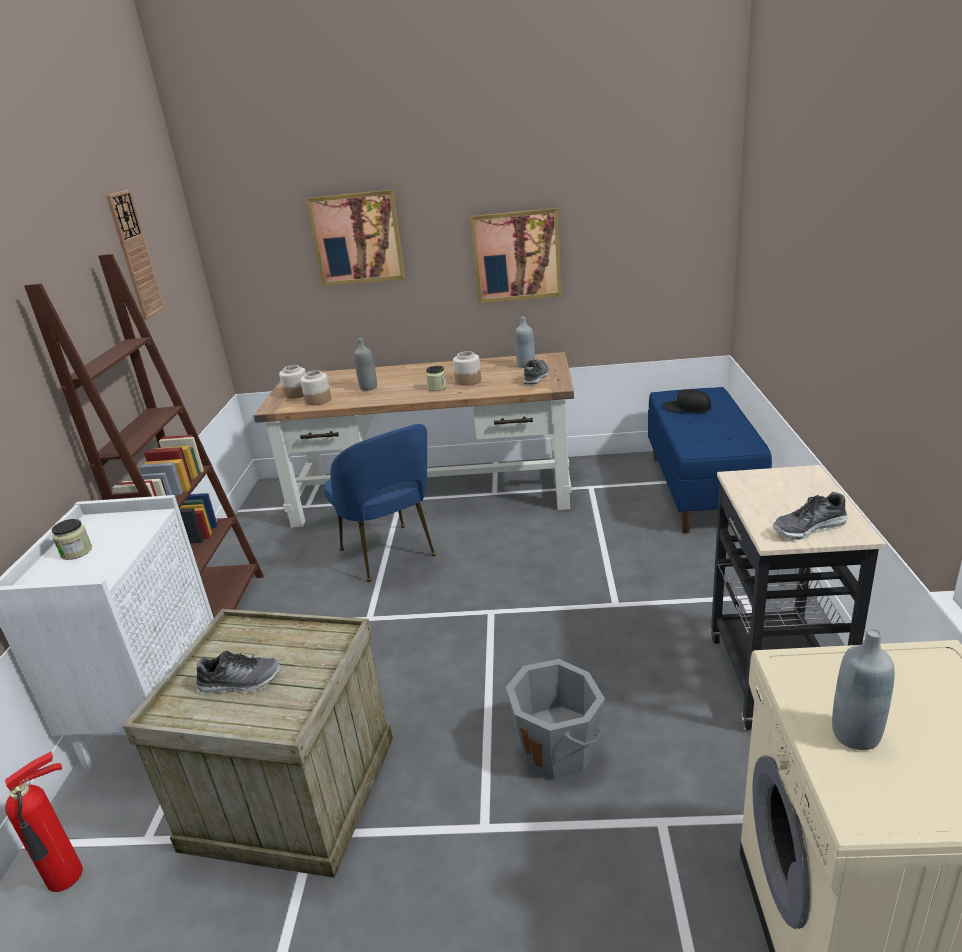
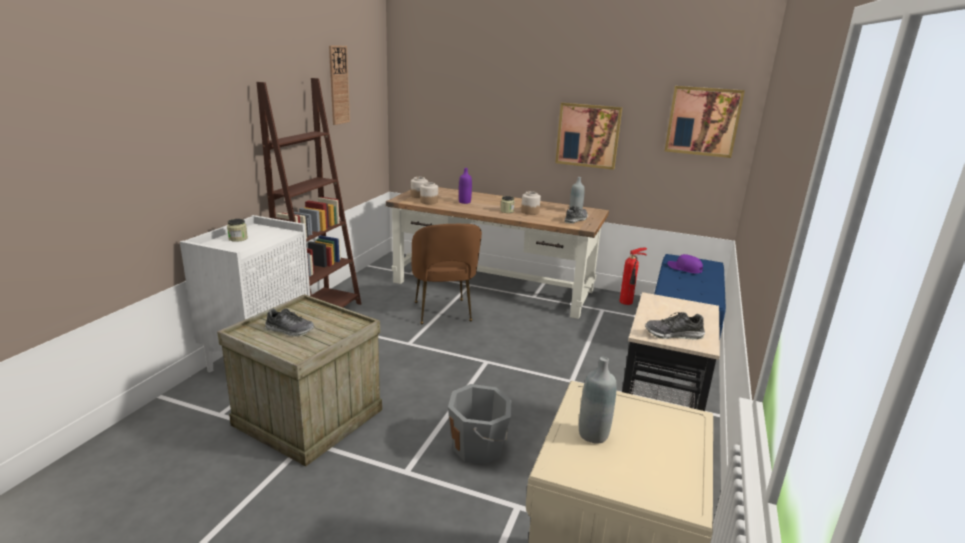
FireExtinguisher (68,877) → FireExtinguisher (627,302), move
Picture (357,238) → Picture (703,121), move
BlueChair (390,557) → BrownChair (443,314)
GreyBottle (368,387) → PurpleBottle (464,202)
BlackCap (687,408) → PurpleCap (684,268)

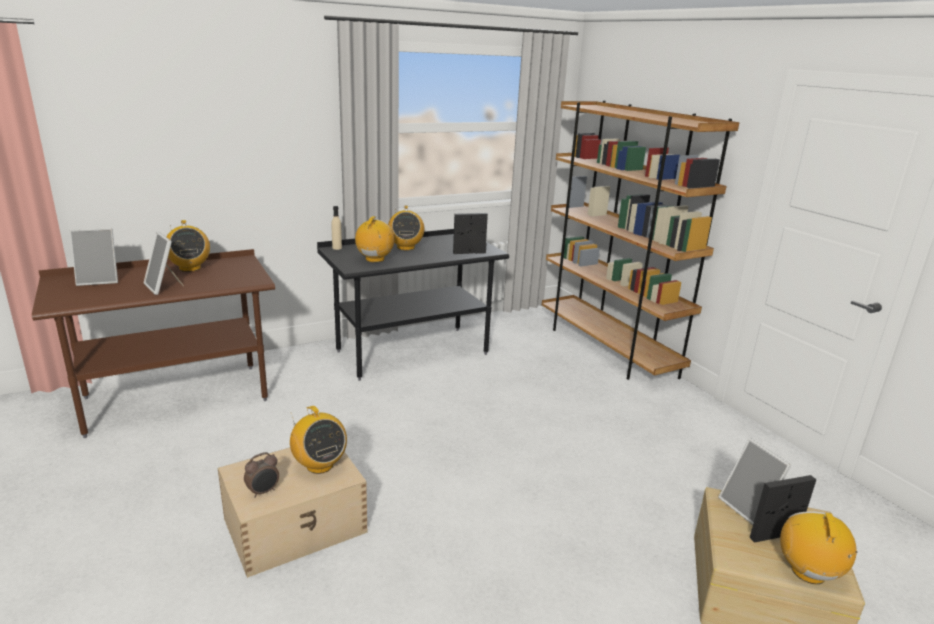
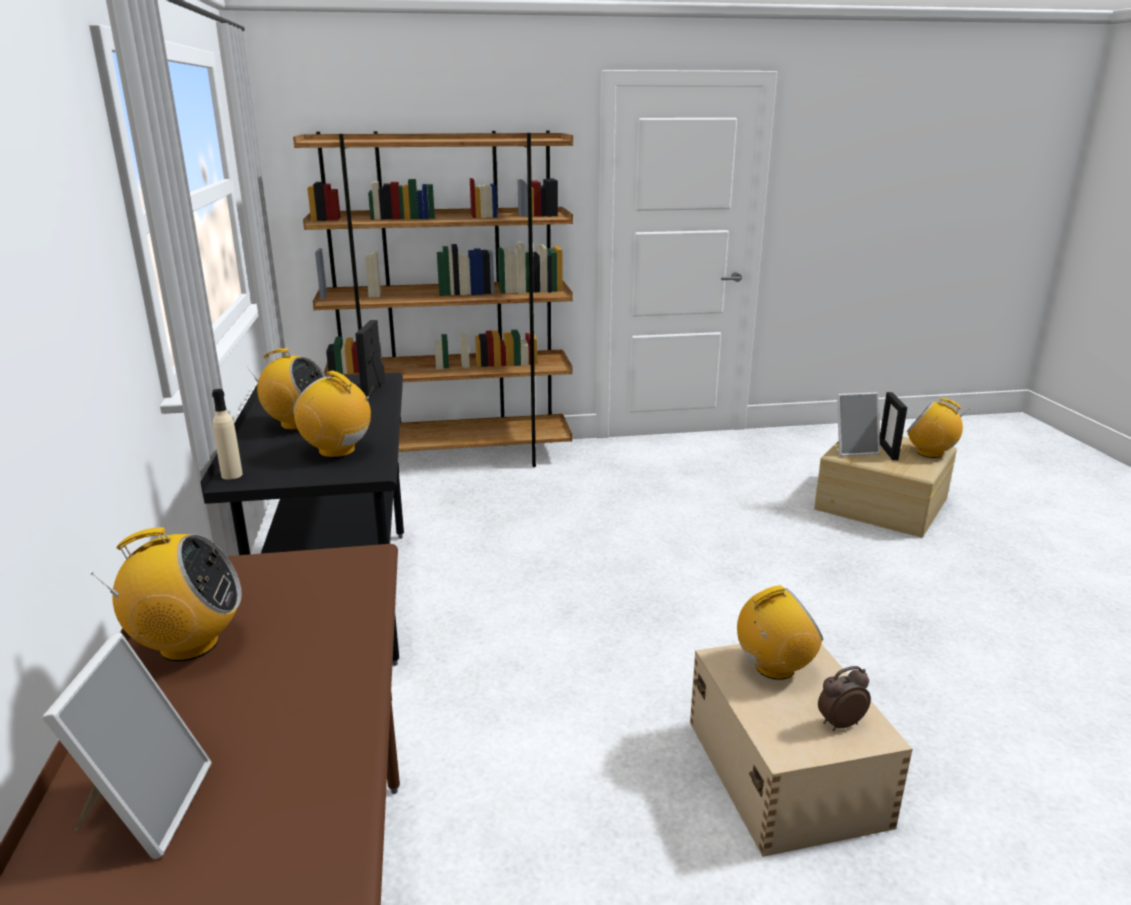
PictureFrame (164,287) → -
AlarmClock (263,492) → AlarmClock (839,723), 90 degrees counterclockwise

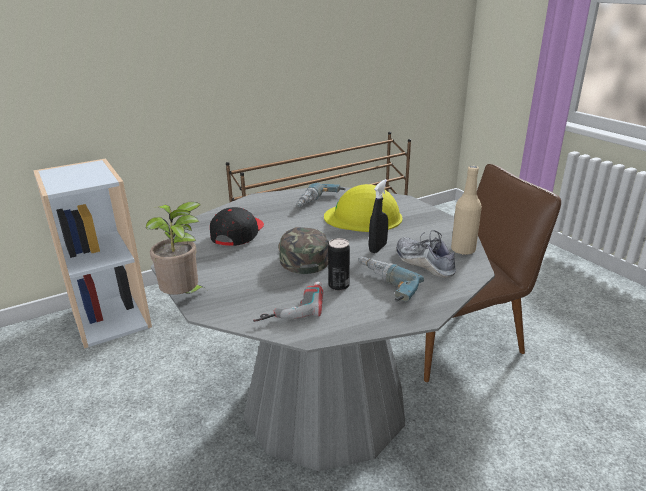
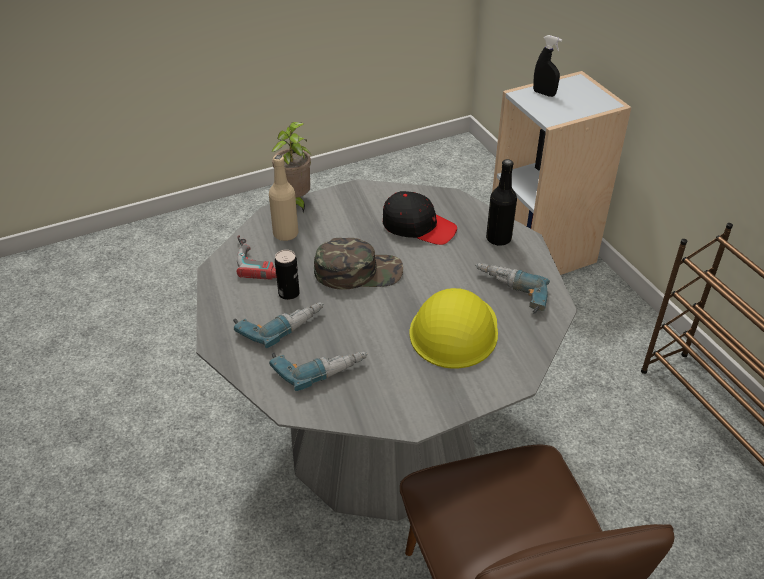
BlackSprayBottle (377,248) → BlackSprayBottle (544,93), move
Shoe (424,263) → PowerDrill (318,365)
BeigeBottle (463,250) → BeigeBottle (285,234), move
- → BlackBottle (498,239)

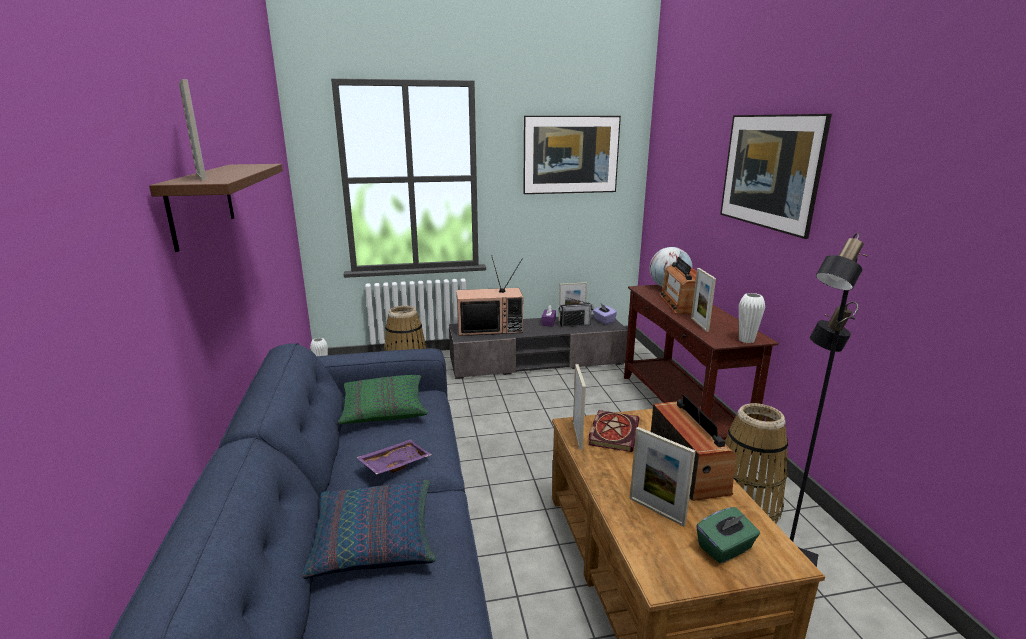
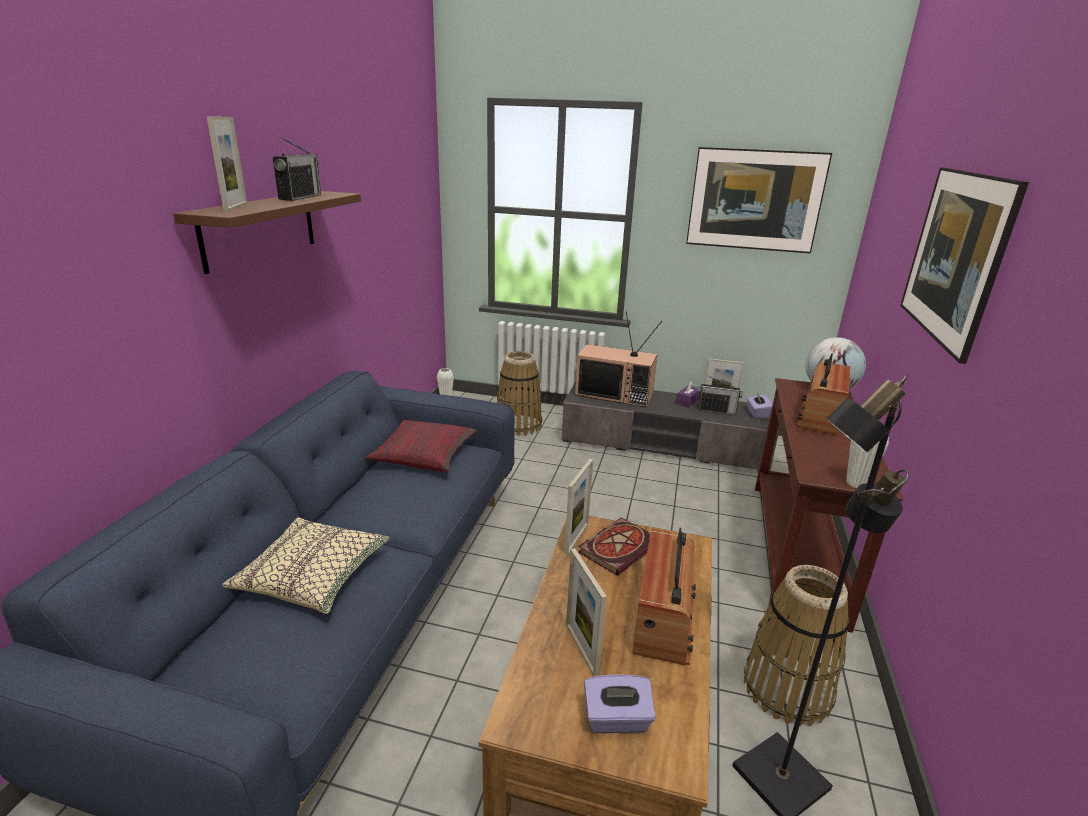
BluePillow (374,539) → BeigePillow (312,575)
GreenPillow (384,409) → RedPillow (424,455)
PurpleTray (394,463) → -
PictureFrame (699,324) → -
GreenTissueBox (725,548) → PurpleTissueBox (616,720)
- → Radio (300,197)

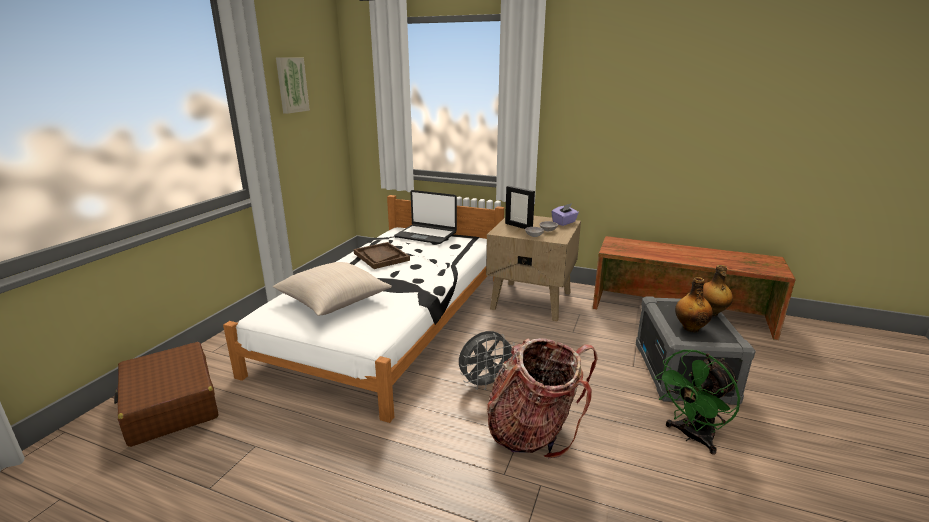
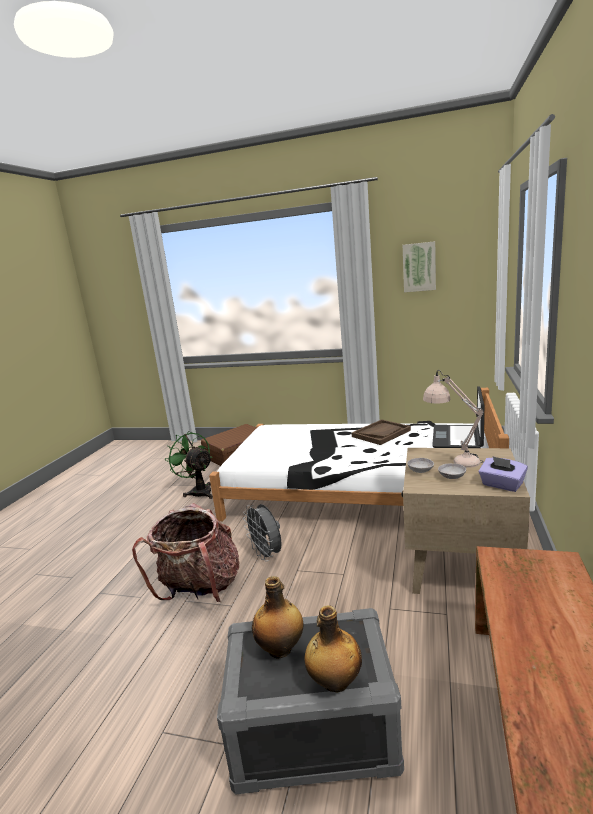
BeigePillow (334,301) → -
PictureFrame (519,226) → BeigeTableLamp (453,459)
GreenFan (691,437) → GreenFan (198,491), move

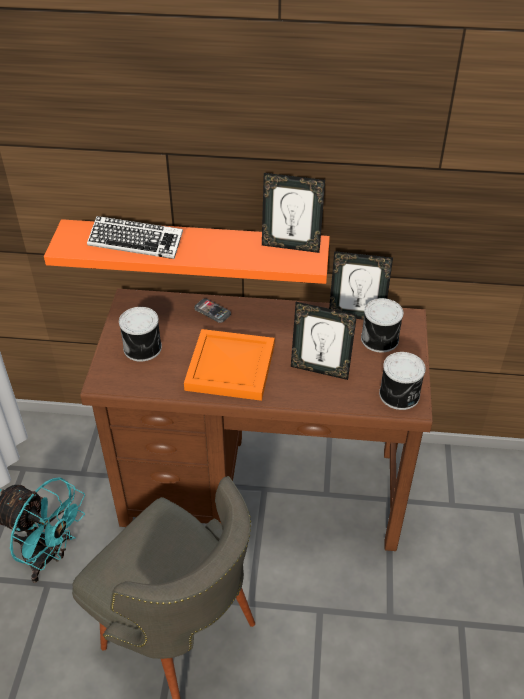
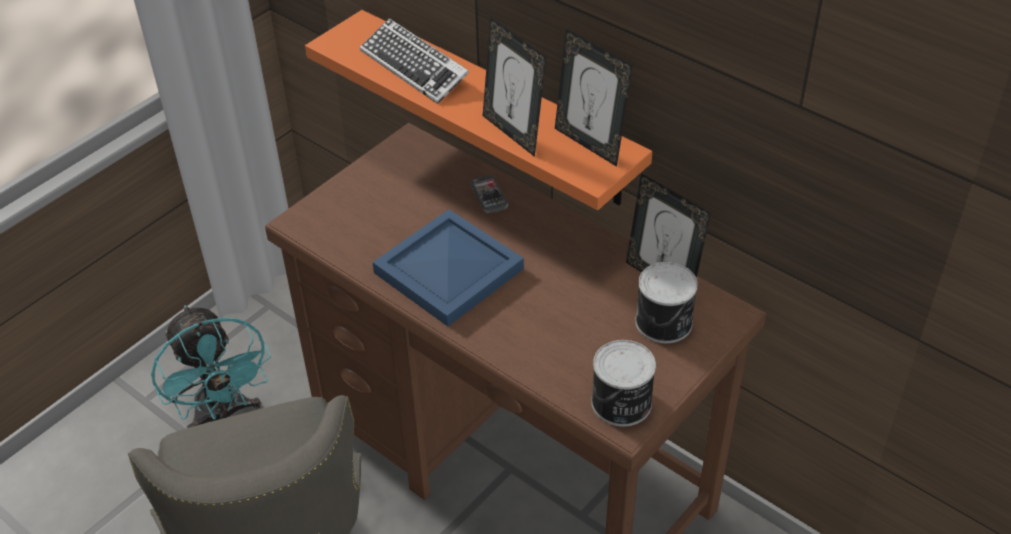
Can (143,347) → -
OrangeTray (232,366) → BlueTray (451,271)
PictureFrame (320,369) → PictureFrame (513,133), move

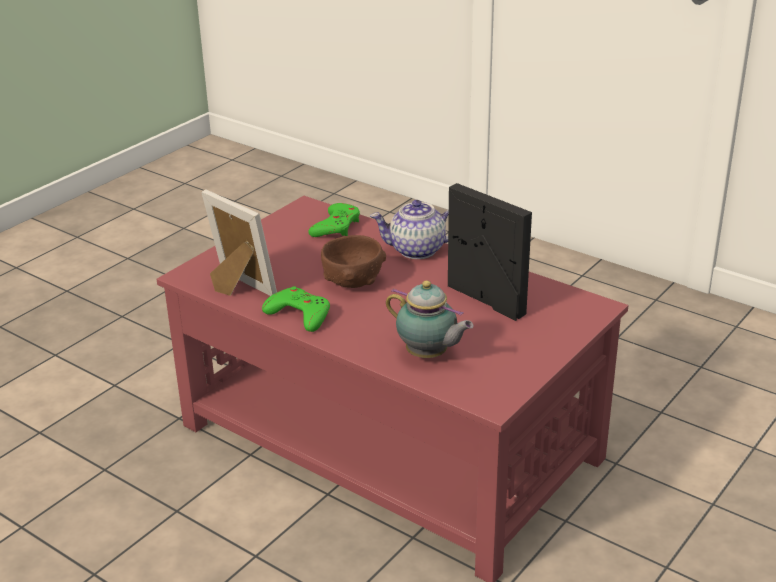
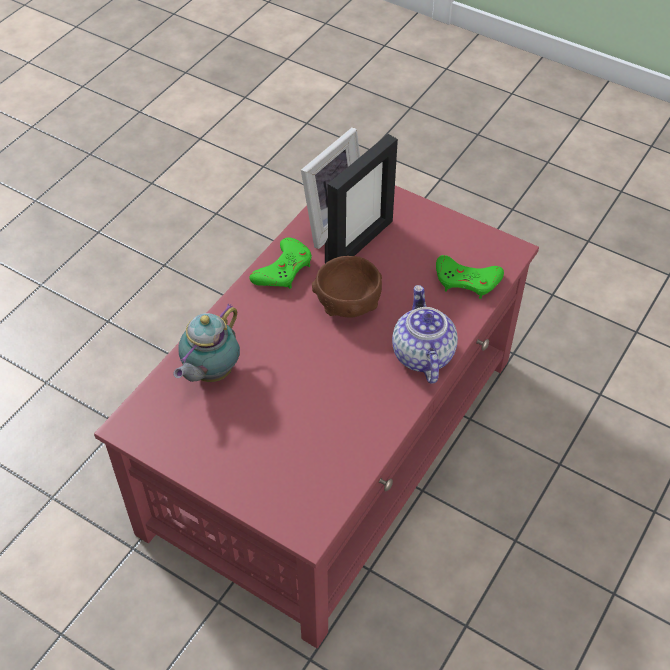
PictureFrame (484,300) → PictureFrame (359,242), move

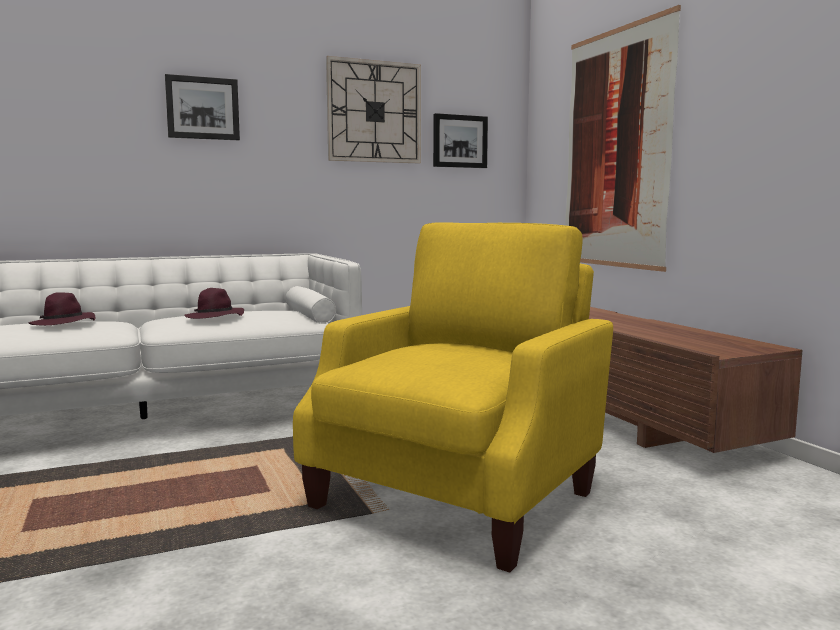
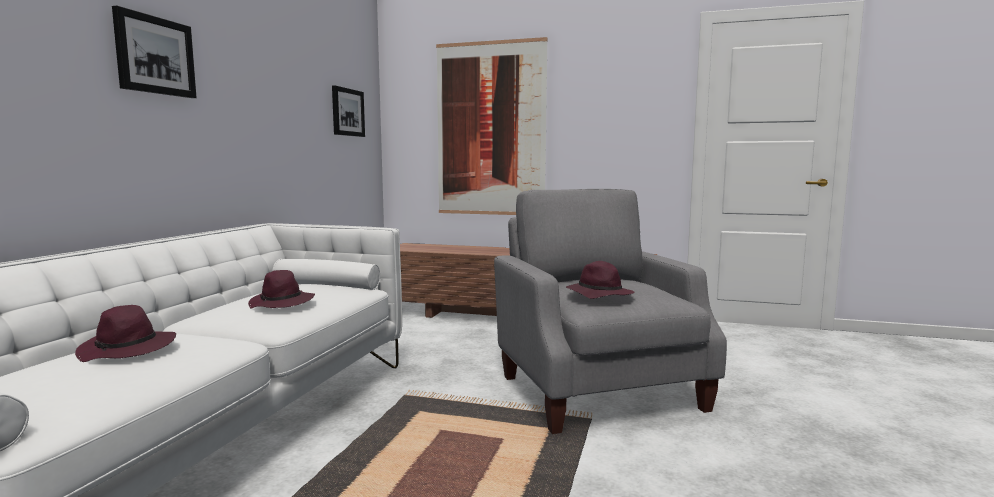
YellowArmchair (458,496) → GreyArmchair (597,390)
WallClock (374,112) → -
- → PurpleHat (598,294)

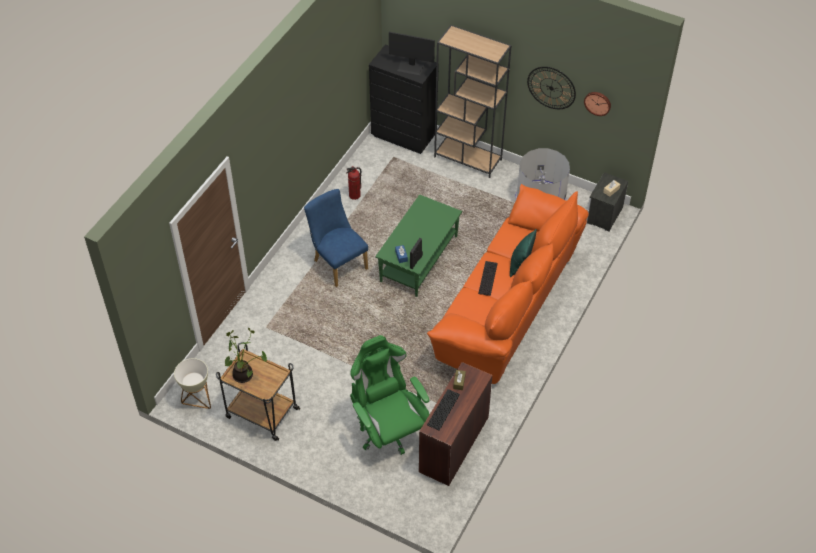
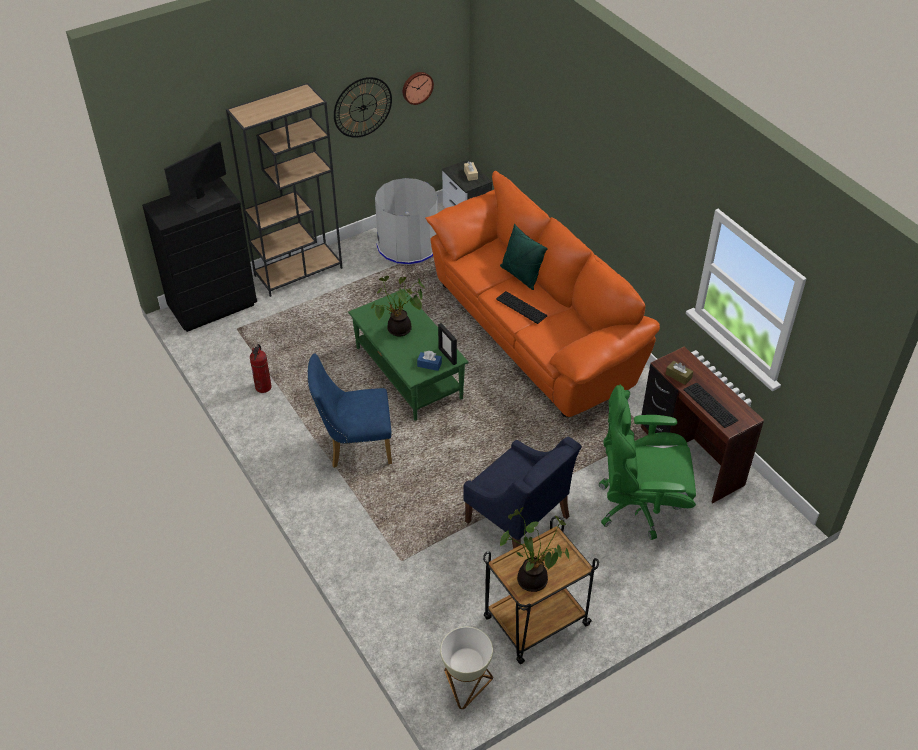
- → PottedPlant (398,331)
- → BlueArmchair (518,520)

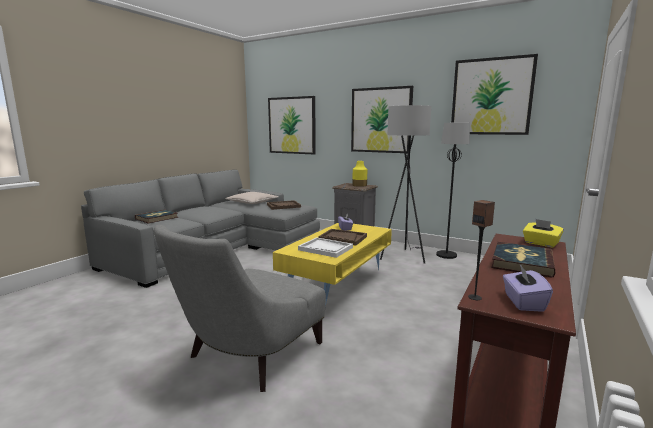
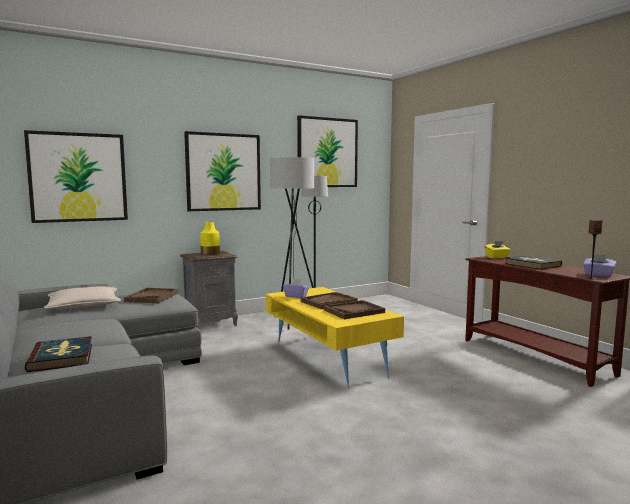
GreyArmchair (248,355) → -
WhiteTray (325,249) → BrownTray (354,311)

